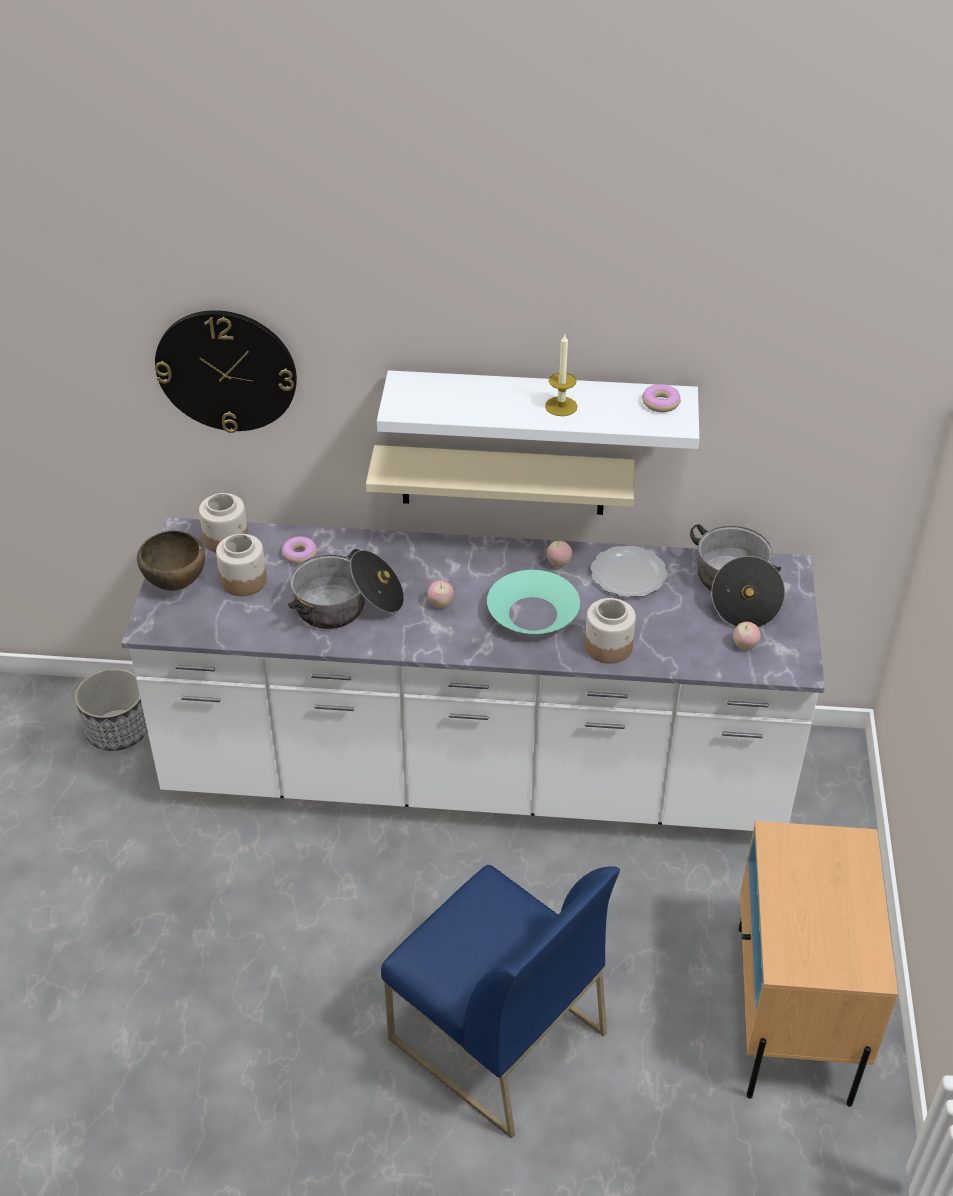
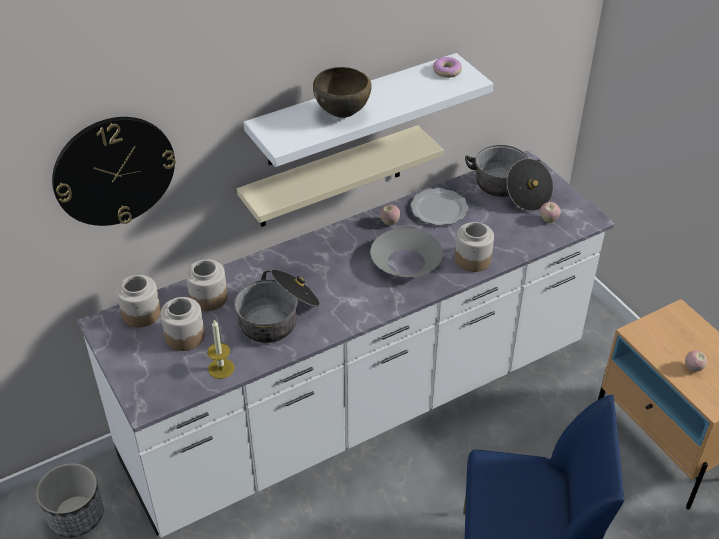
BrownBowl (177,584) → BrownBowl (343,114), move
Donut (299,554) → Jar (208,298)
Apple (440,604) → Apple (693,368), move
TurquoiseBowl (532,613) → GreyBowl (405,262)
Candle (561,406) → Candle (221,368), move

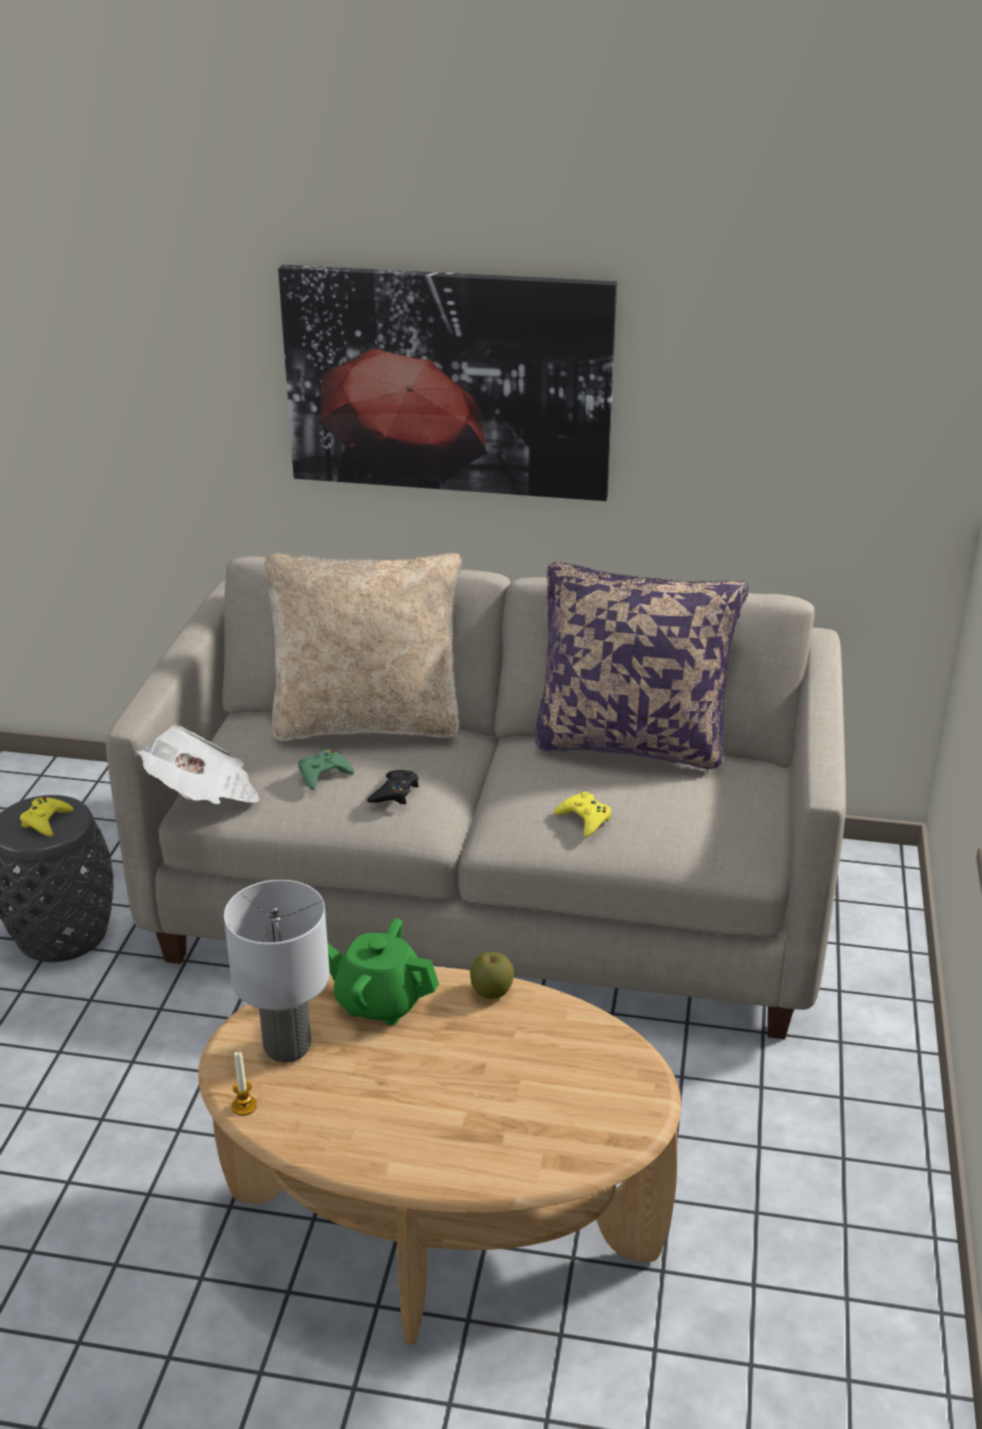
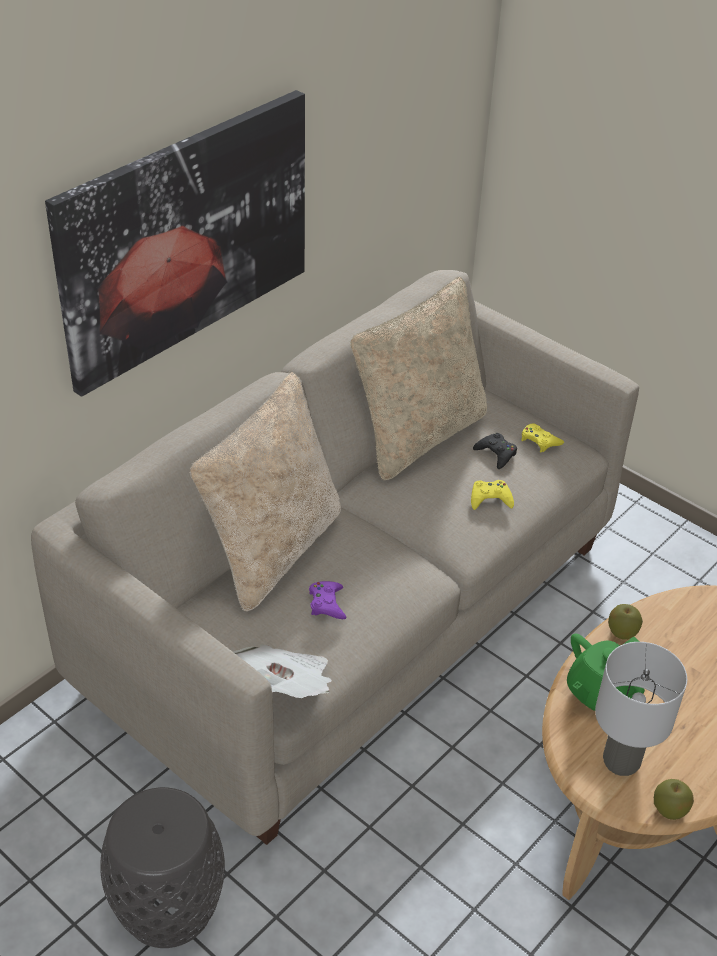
YellowGameController (46,821) → YellowGameController (540,441), move
Candle (244,1106) → Apple (669,810)
GreenGameController (323,774) → PurpleGameController (327,604)
BlackGameController (394,792) → BlackGameController (496,454), move
PurplePillow (632,748) → BeigePillow (420,438)

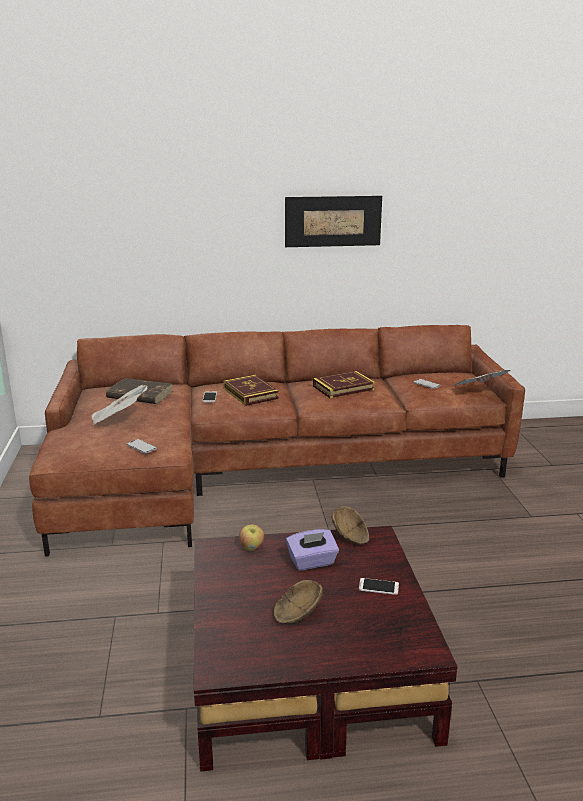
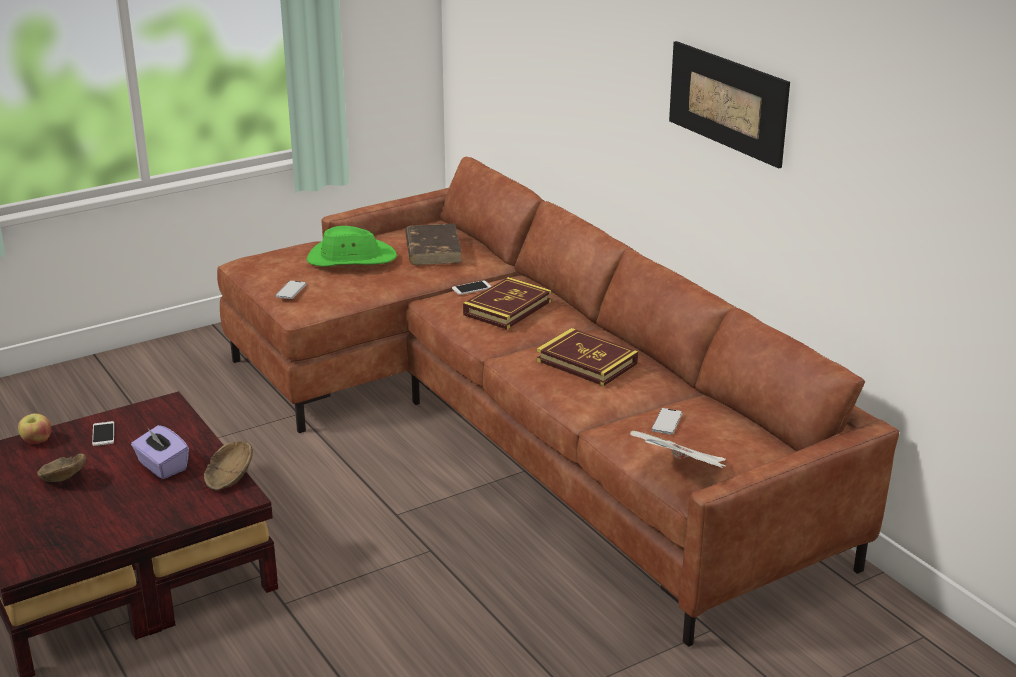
Newspaper (118,419) → GreenHat (351,259)
Apple (252,548) → Apple (37,441), move
Phone (378,587) → Phone (103,434), move

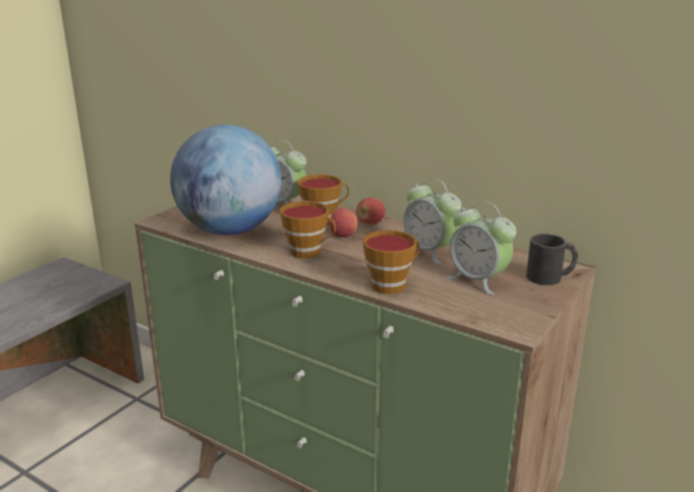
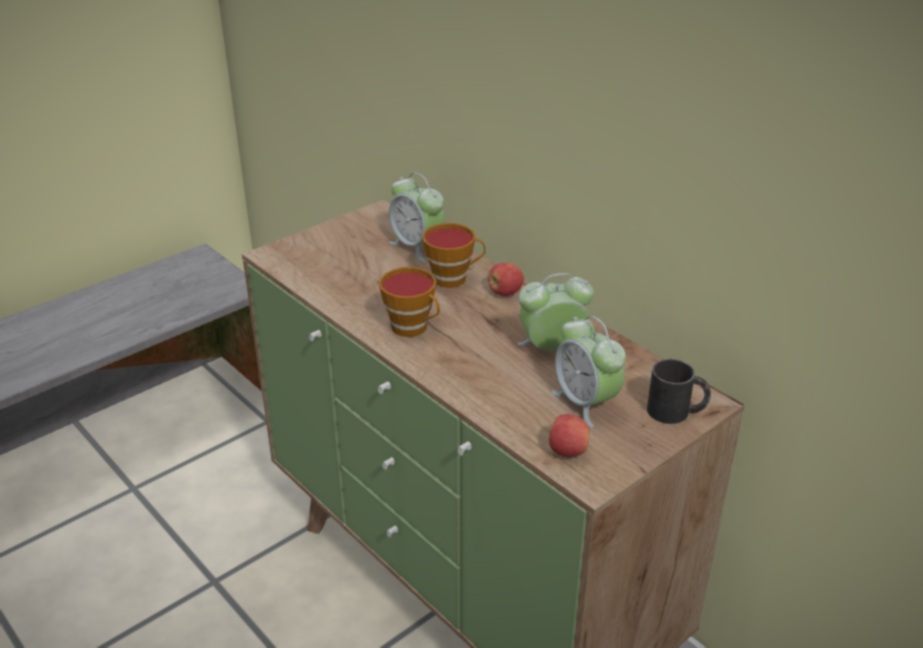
Globe (230,230) → -
Apple (343,235) → Apple (567,451), move
Cup (392,284) → -
AlarmClock (429,252) → AlarmClock (552,349), 105 degrees clockwise

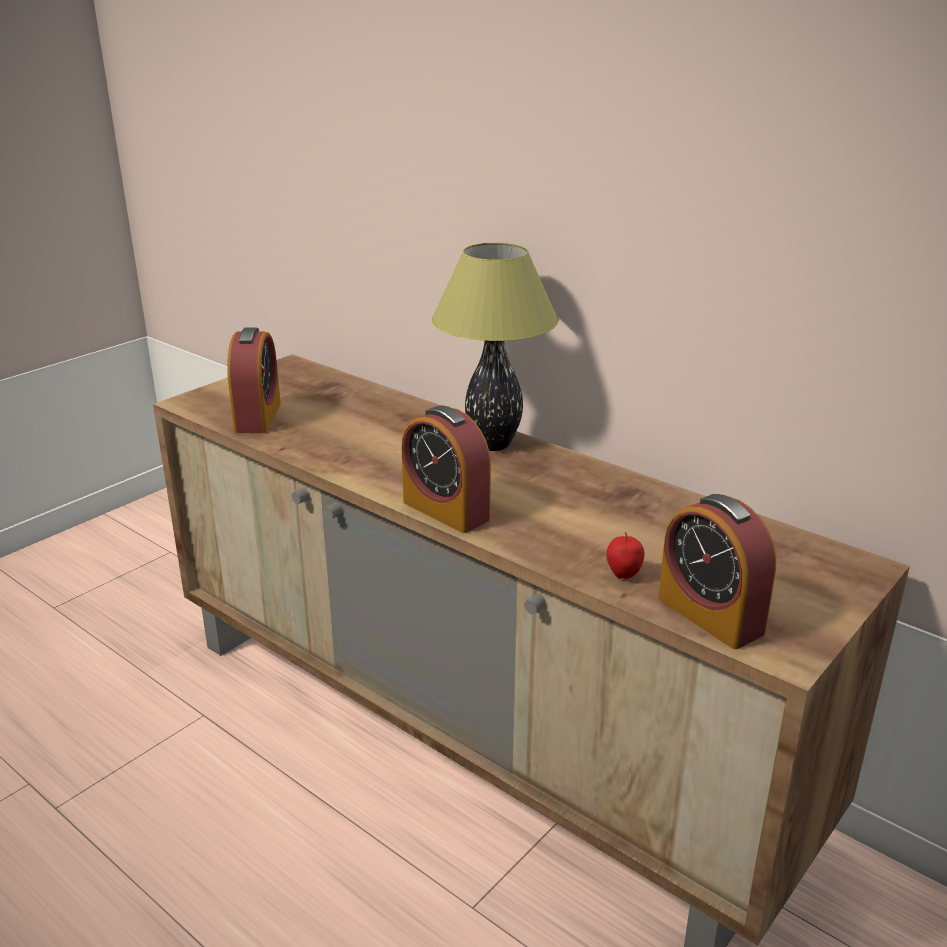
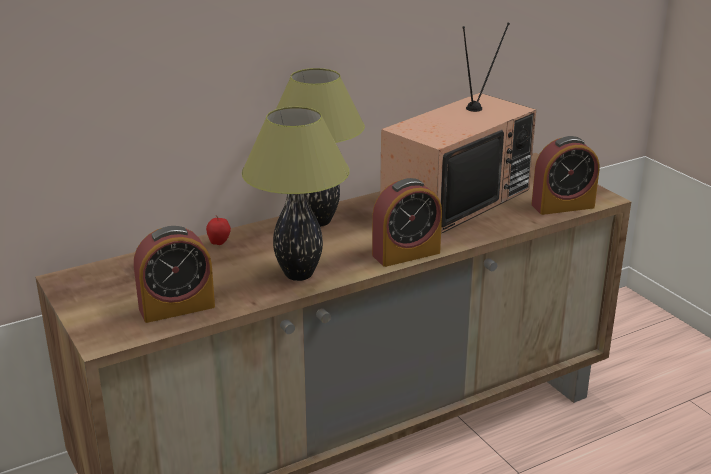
AlarmClock (258,417) → AlarmClock (177,307), 135 degrees clockwise
Apple (623,575) → Apple (219,243), move
- → TableLamp (299,275)
- → Television (455,200)

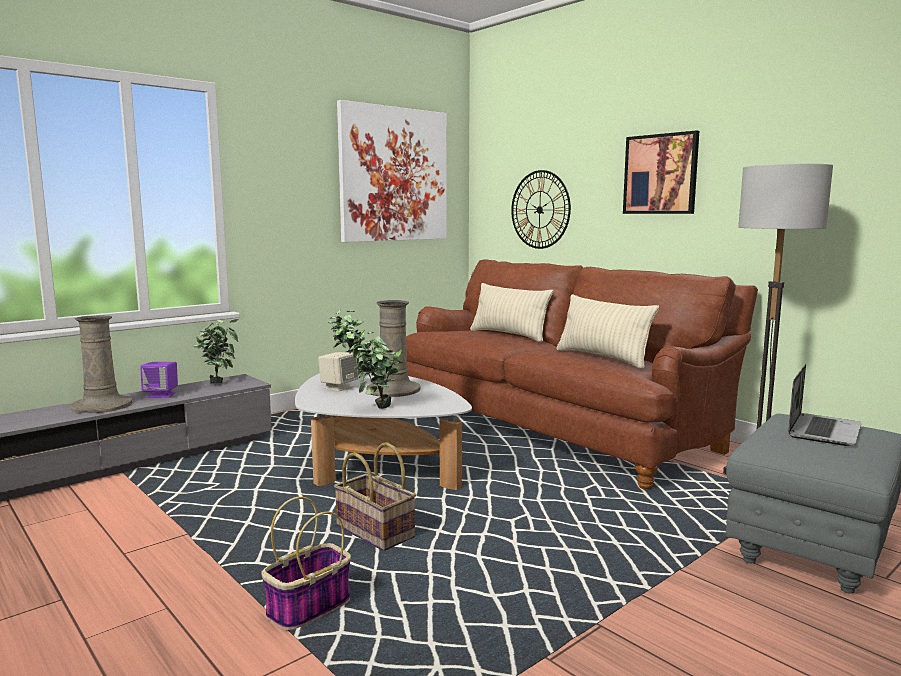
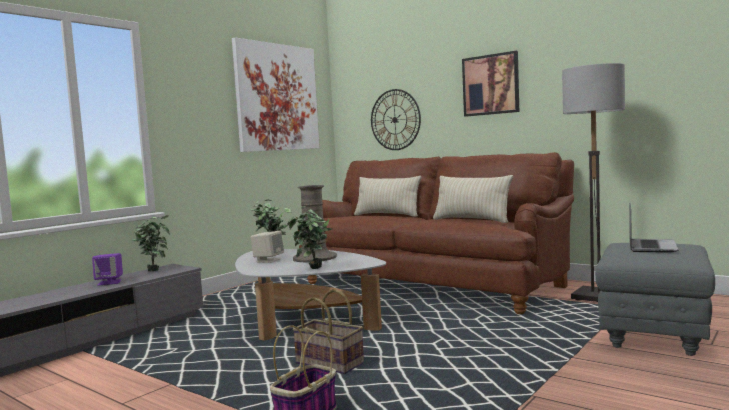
BeigeVase (102,406) → -

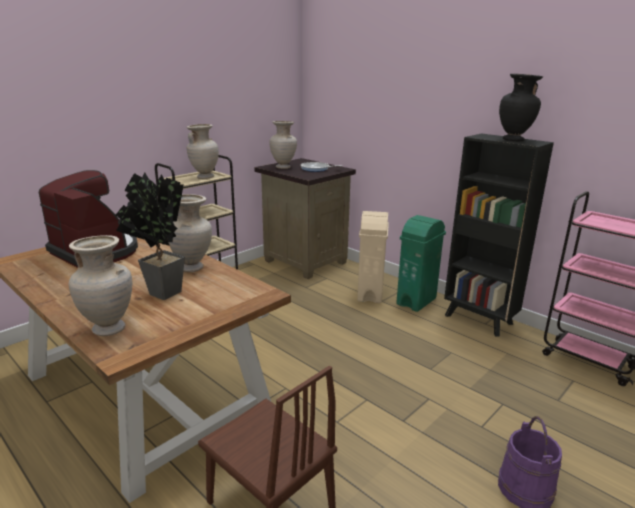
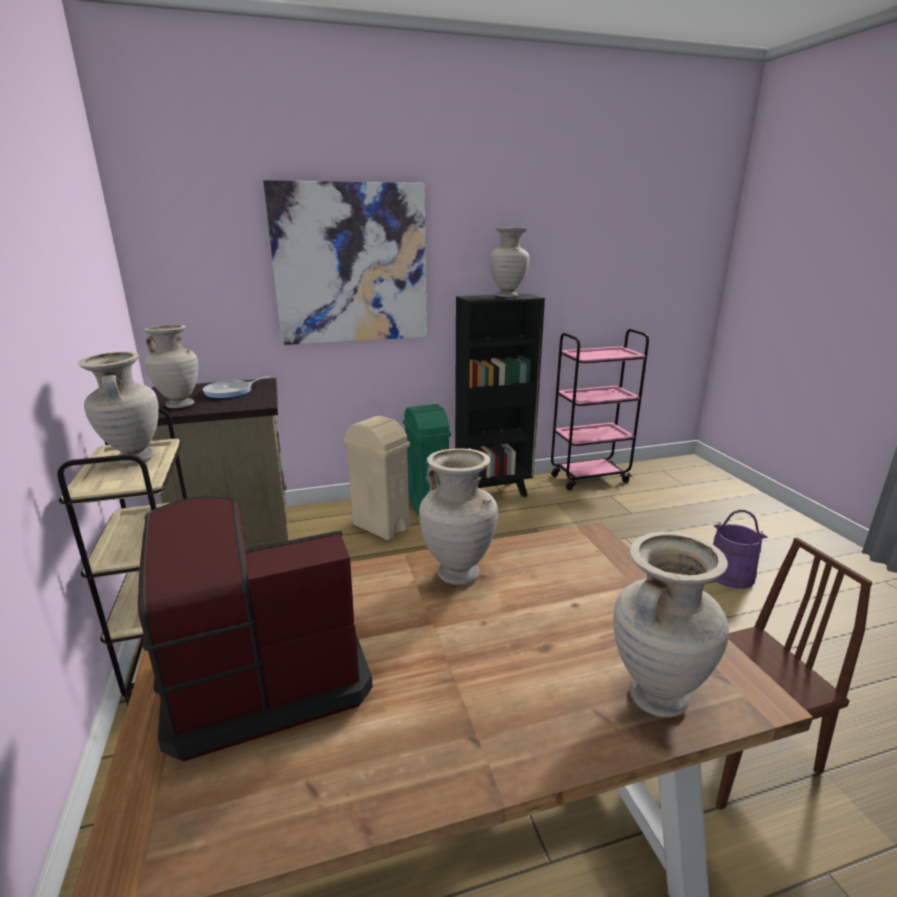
PottedPlant (159,294) → -
BlackVase (514,140) → BeigeVase (508,296)
- → Picture (351,264)

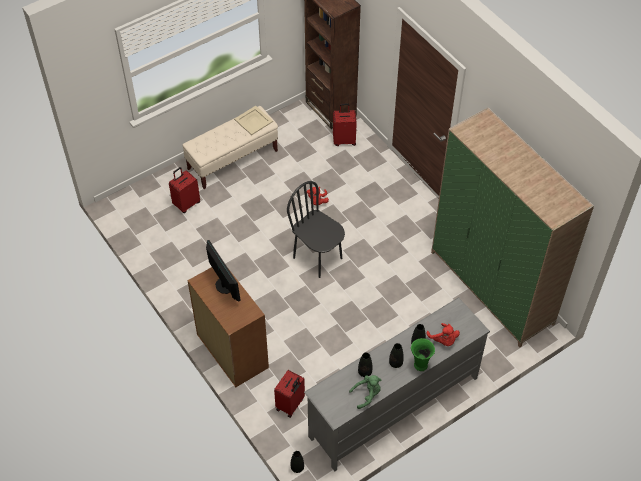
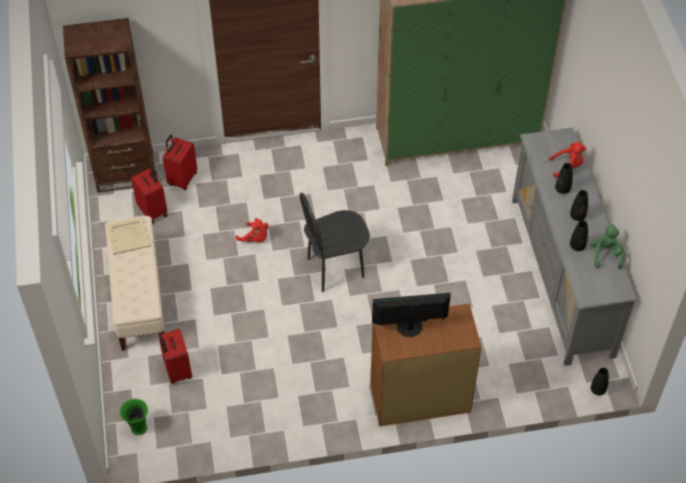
RedSuitcase (290,405) → RedSuitcase (153,211), move
GreenVase (420,365) → GreenVase (138,428), move

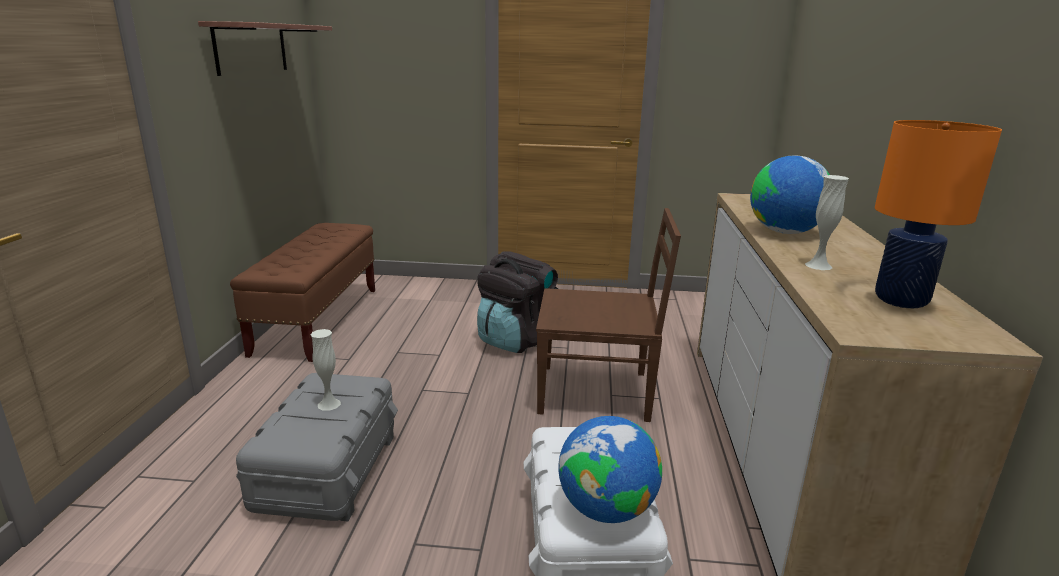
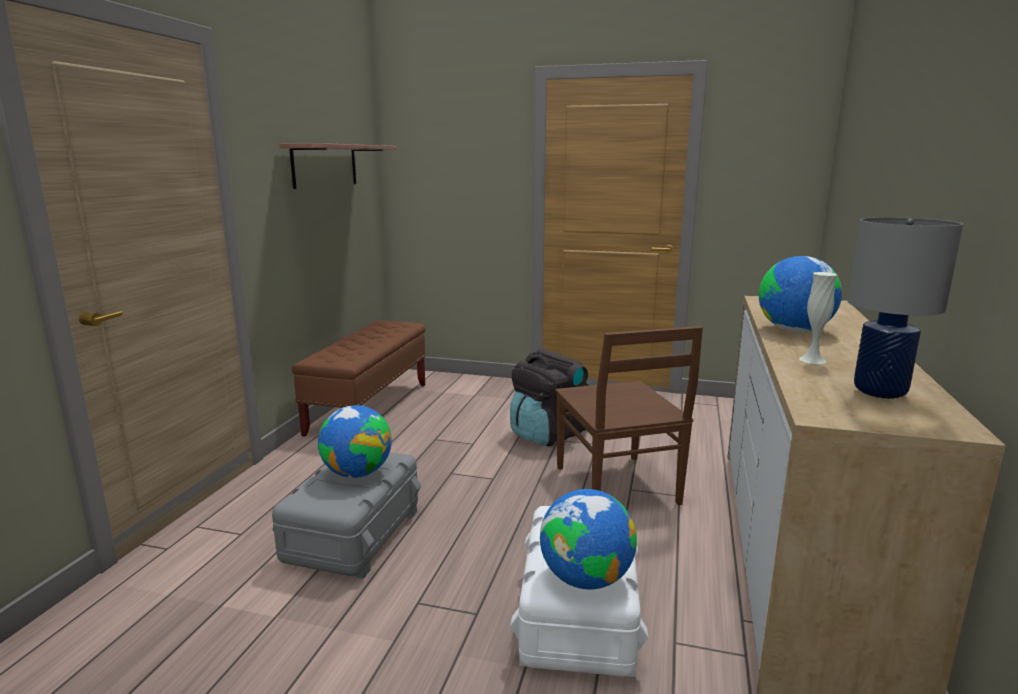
WhiteVase (329,404) → Globe (357,473)
BrownChair (597,393) → BrownChair (617,486), 60 degrees clockwise
OrangeTableLamp (900,303) → GreyTableLamp (879,394)

